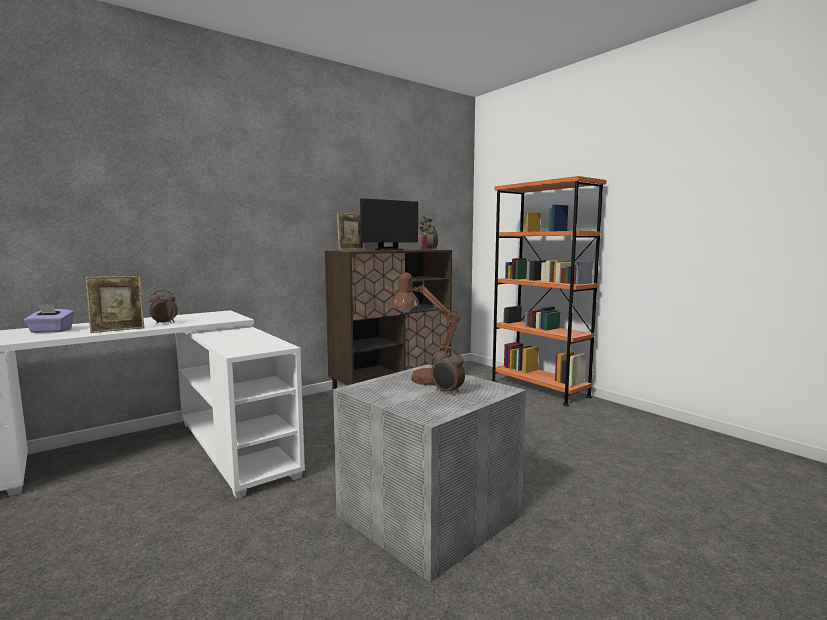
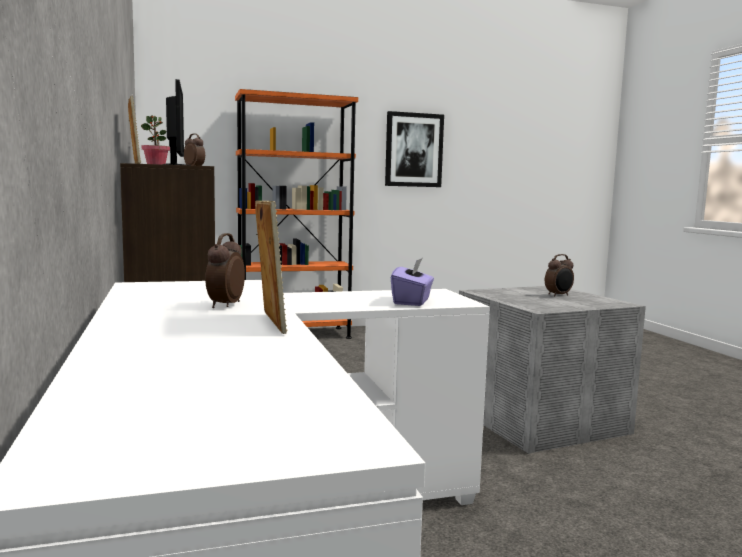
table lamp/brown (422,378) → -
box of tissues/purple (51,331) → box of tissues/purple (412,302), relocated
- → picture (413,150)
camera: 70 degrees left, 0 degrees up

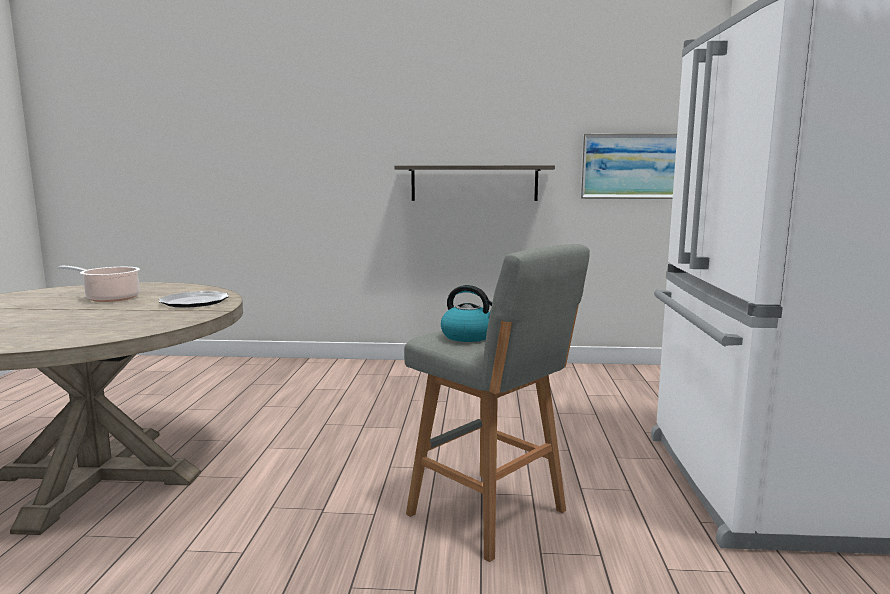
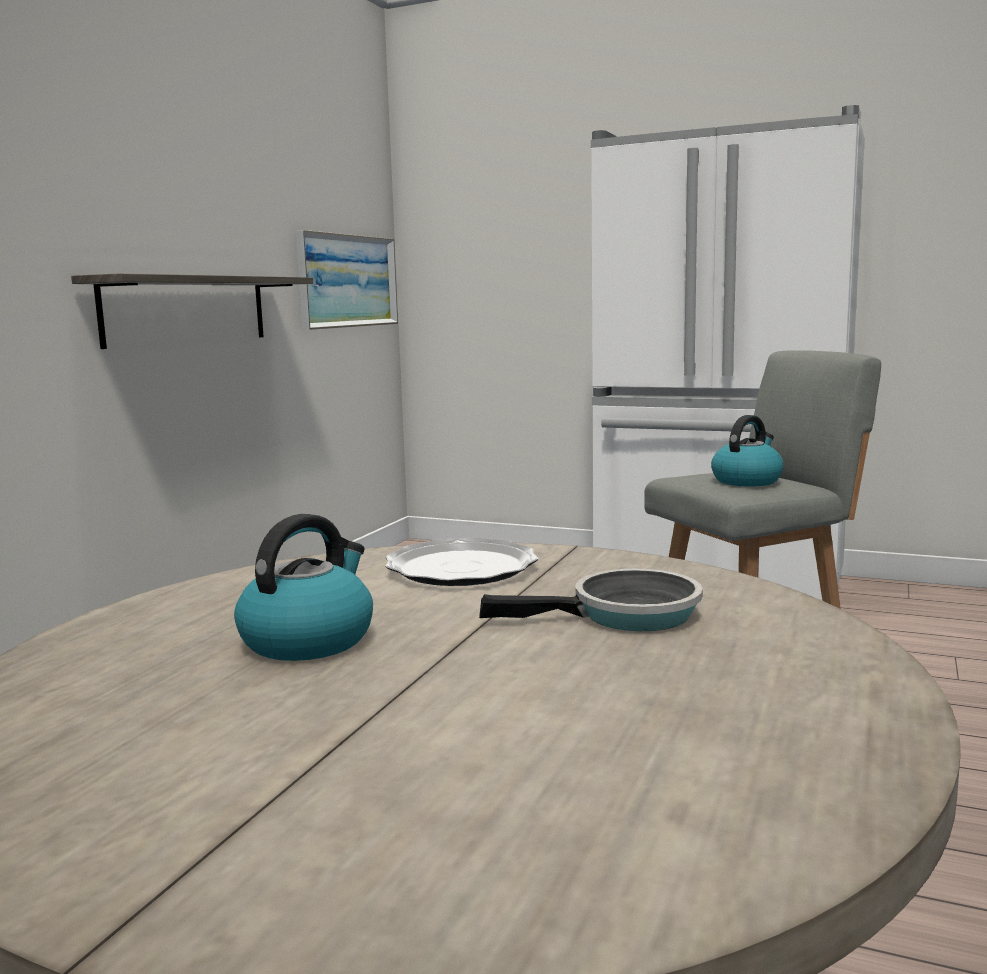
saucepot (110,298) → kettle (308,640)
- → skillet (625,615)
camera: 70 degrees left, 0 degrees up

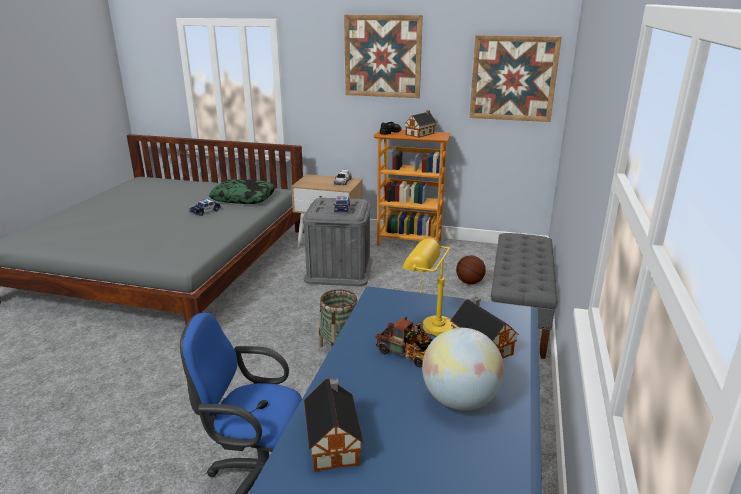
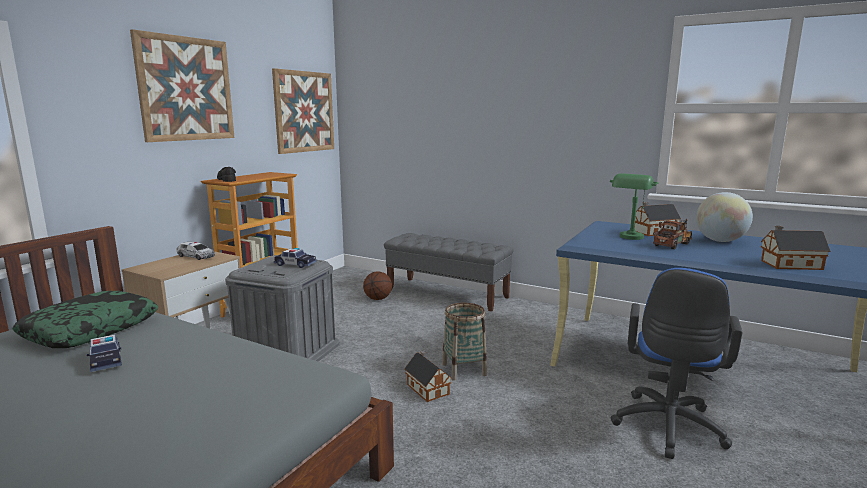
toy house (421,134) → toy house (427,388), relocated
table lamp/yellow-coloured (427,325) → table lamp/greenish (629,238)
camera: 75 degrees left, 10 degrees down

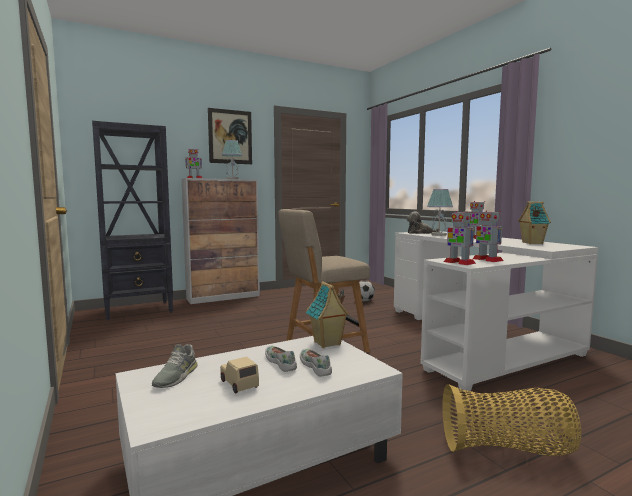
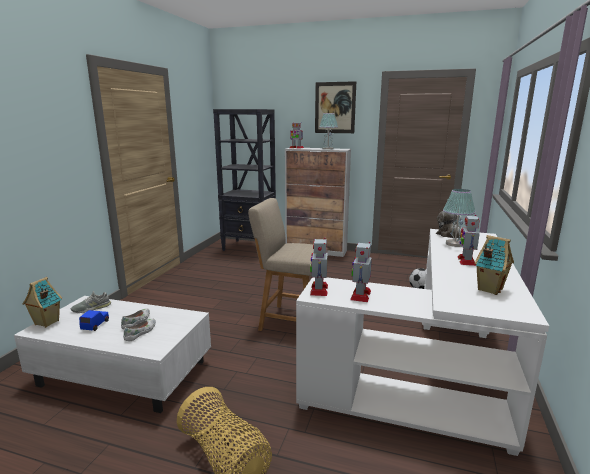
toy house (327,344) → toy house (46,323), relocated
toy car/sand-coloured (239,384) → toy car/bluish (95,325)
camera: 45 degrees right, 10 degrees up

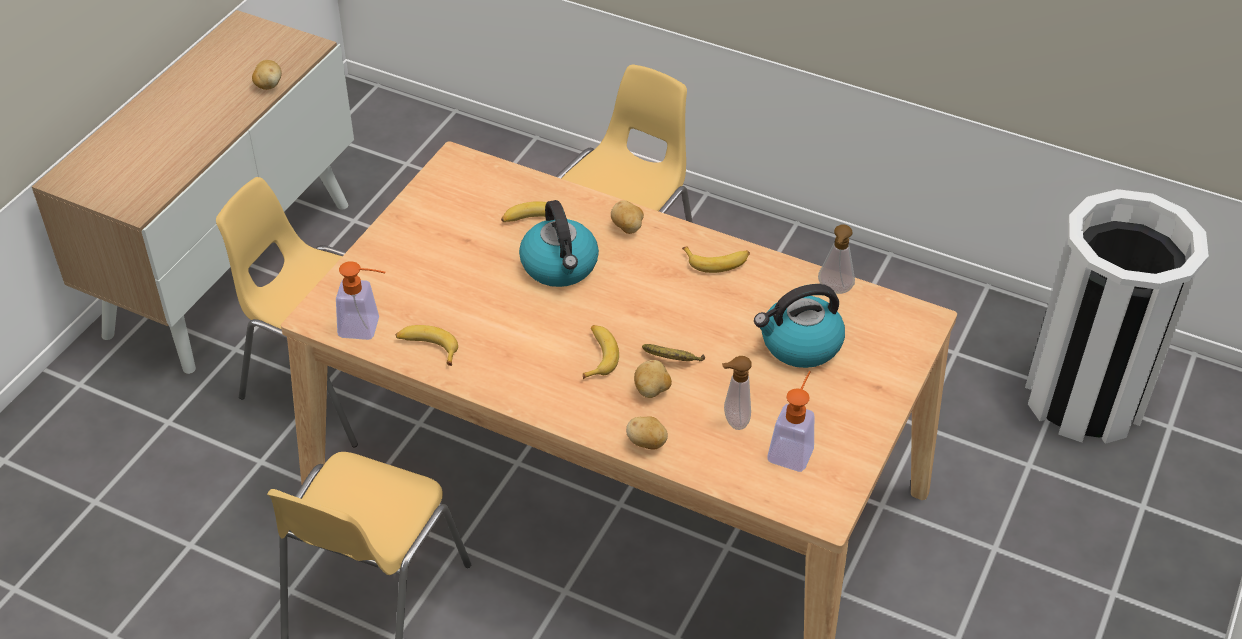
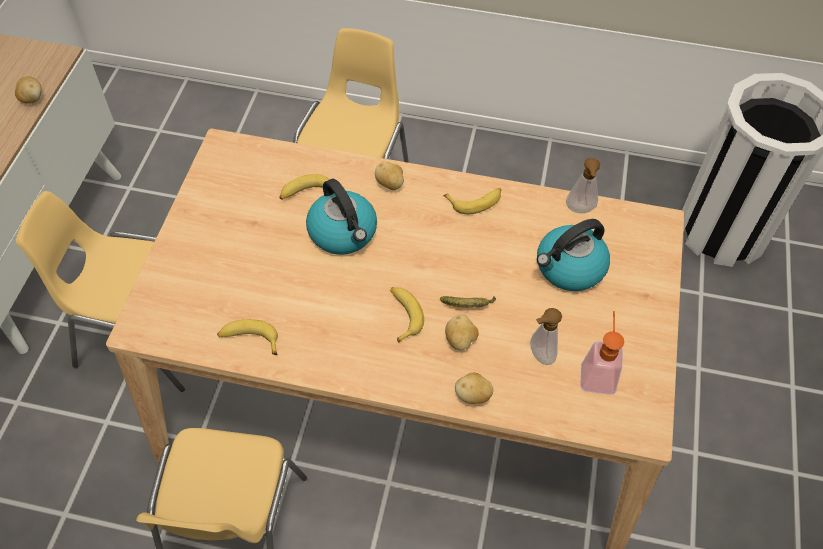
liquid soap bottle (367,328) → -
camera: 15 degrees left, 10 degrees up

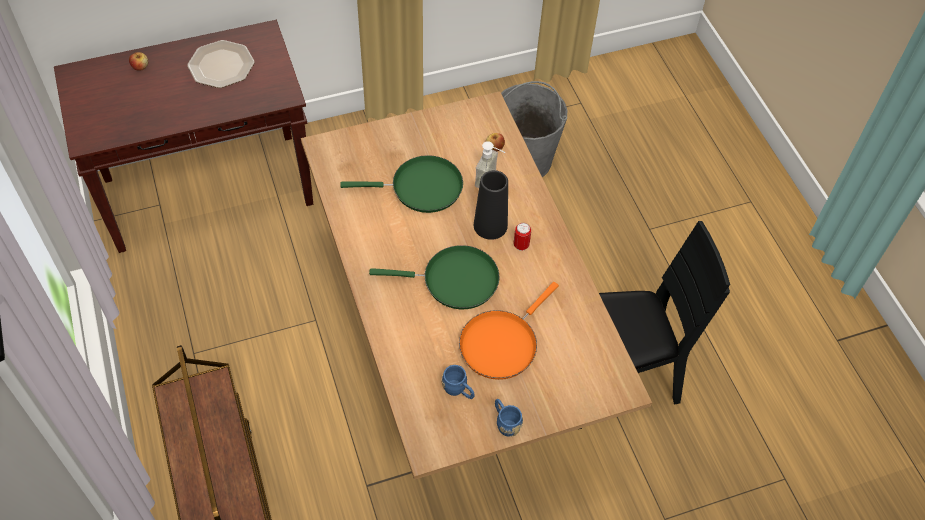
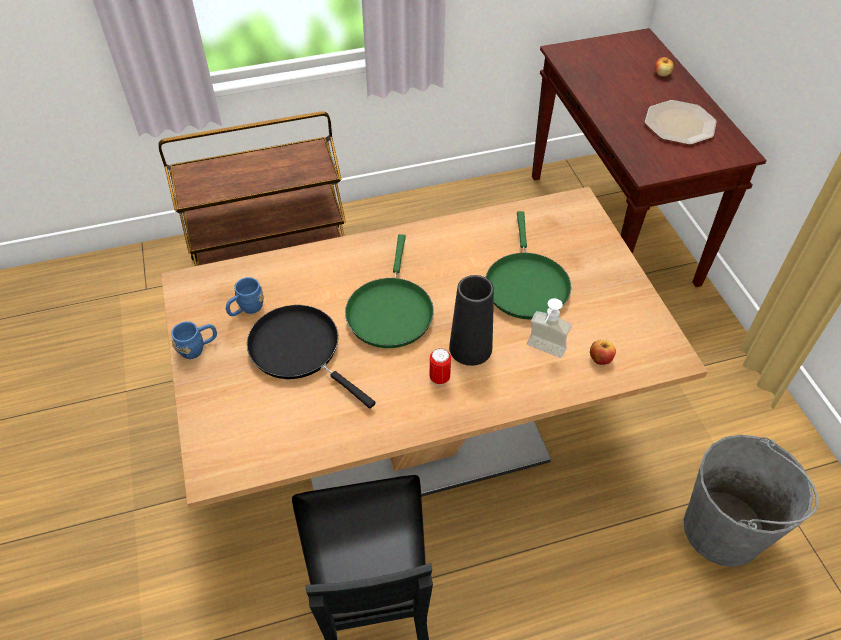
skillet/orange (501,343) → skillet/blackish (299,350)
camera: 95 degrees right, 5 degrees down

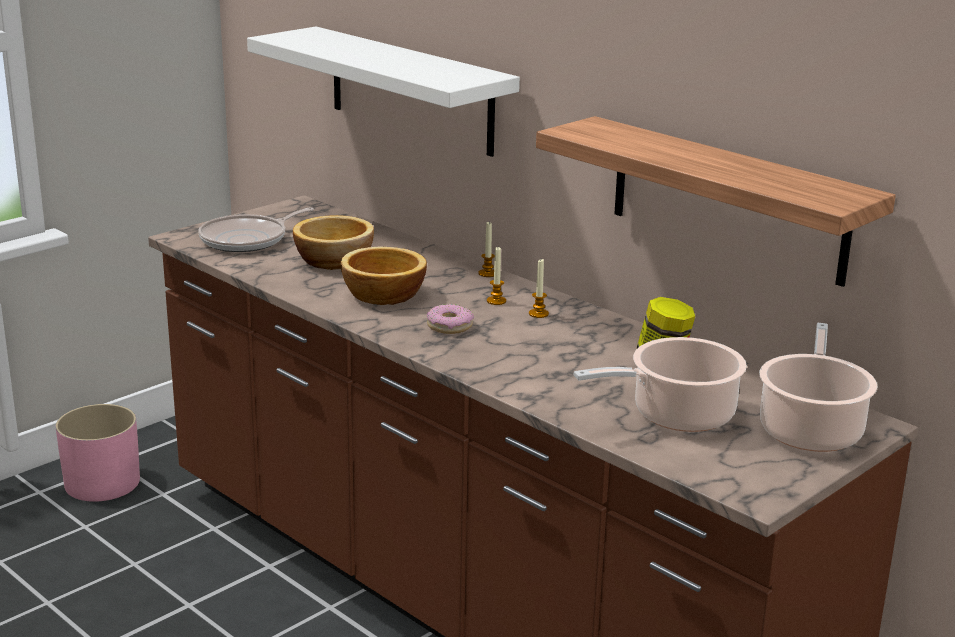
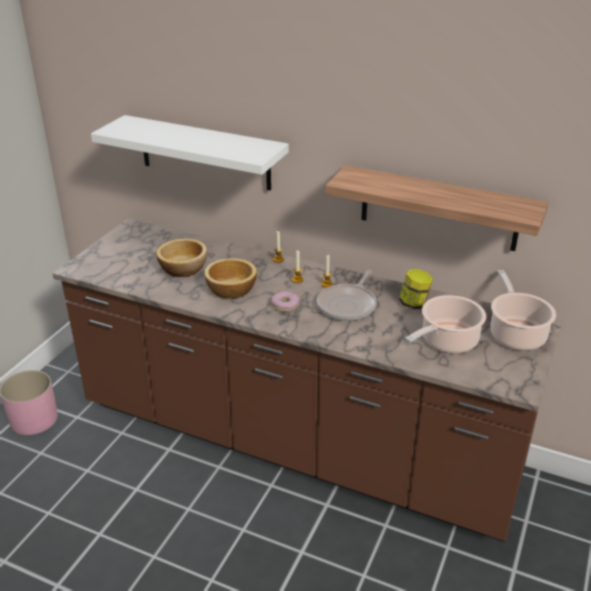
skillet (248,239) → skillet (348,305), relocated
camera: 20 degrees left, 10 degrees up

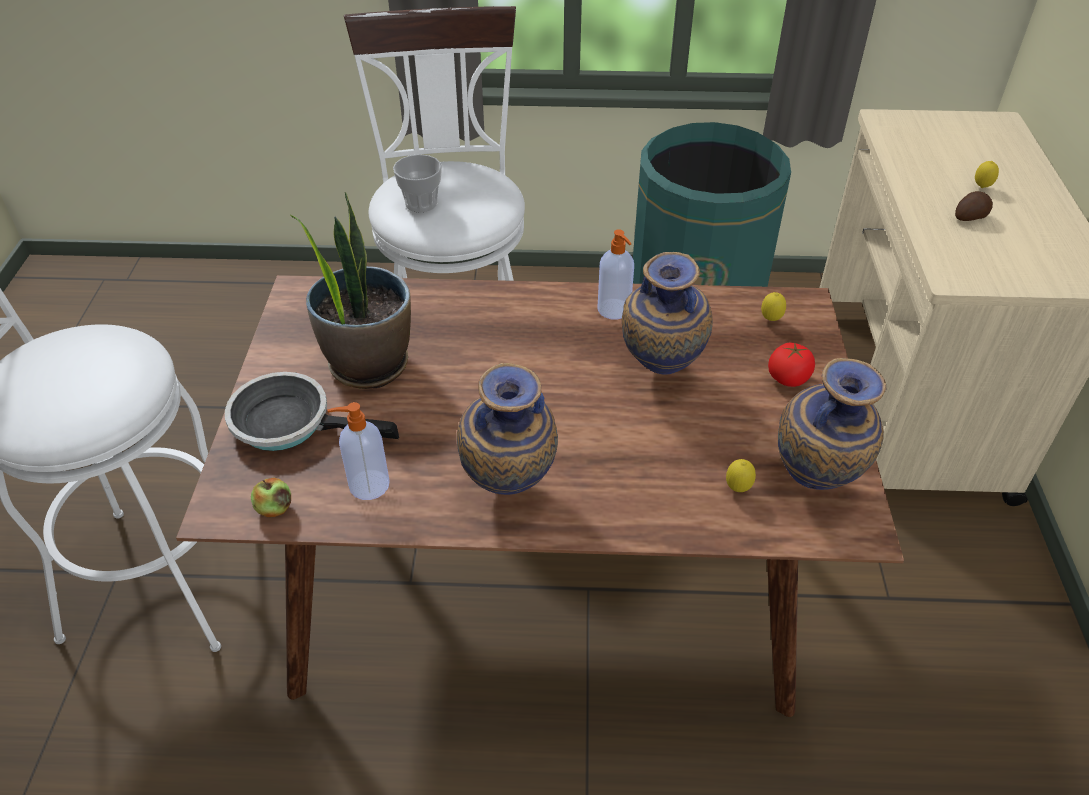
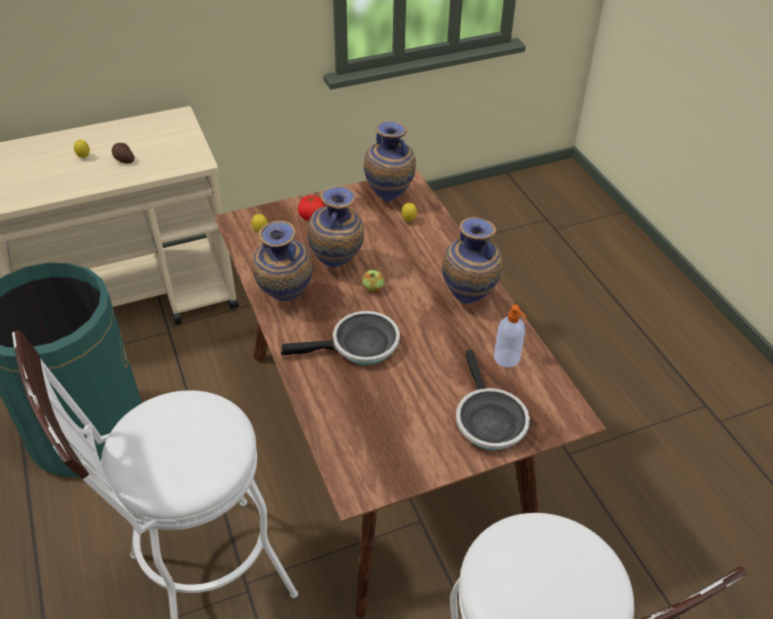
drinking cup (421,203) → -
potted plant (368,364) → -
liquid soap bottle (614,310) → vase (284,300)
apple (274,508) → apple (373,288), relocated
- → skillet (359,346)
camera: 115 degrees left, 0 degrees up

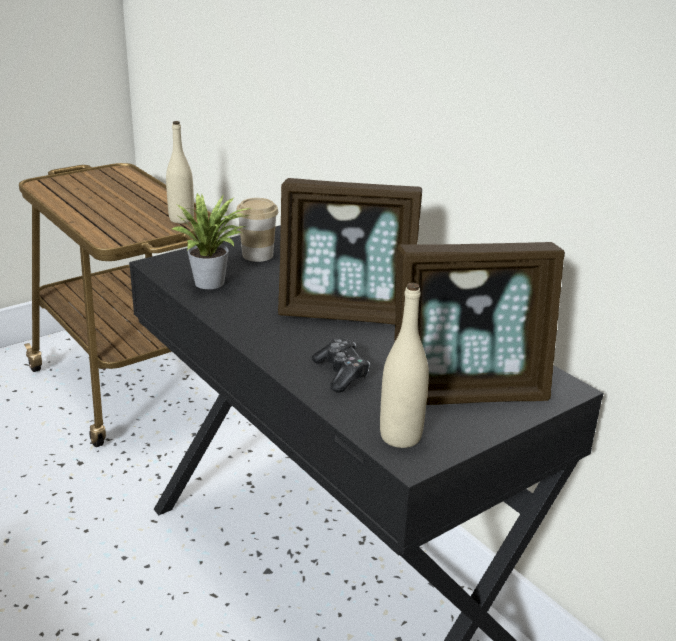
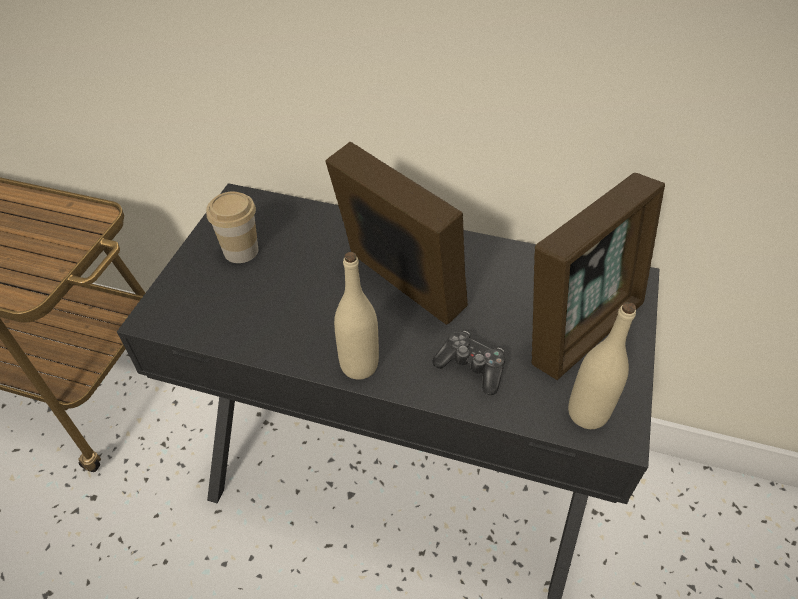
drink bottle/sand-coloured (181,219) → drink bottle/sand-coloured (359,365), relocated
photo frame (347,313) → photo frame (399,286), 105 degrees counterclockwise
potted plant (213,283) → -
camera: 35 degrees left, 20 degrees up

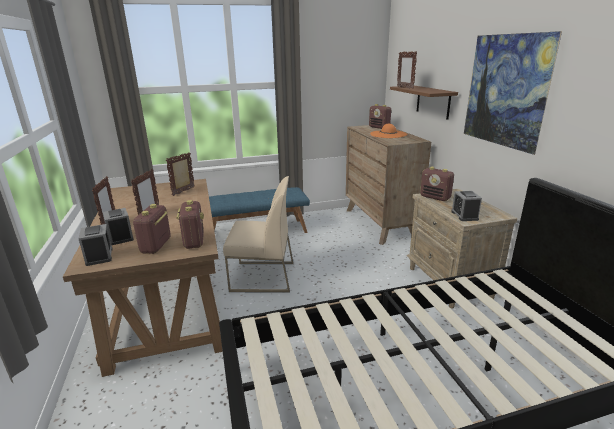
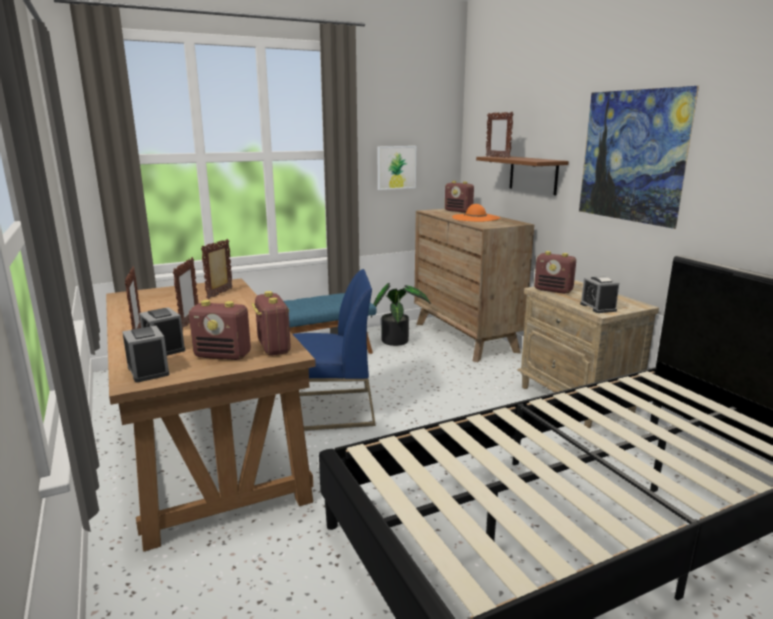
upright chair/sand-coloured (262,277) → upright chair/bluish (330,410)
radio (156,246) → radio (223,355), 75 degrees counterclockwise
- → picture (396,167)
- → potted plant (397,340)
camera: 10 degrees left, 5 degrees down

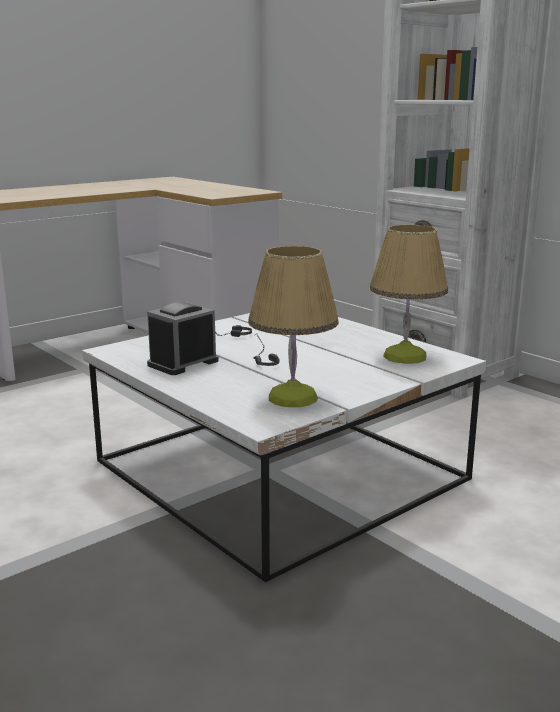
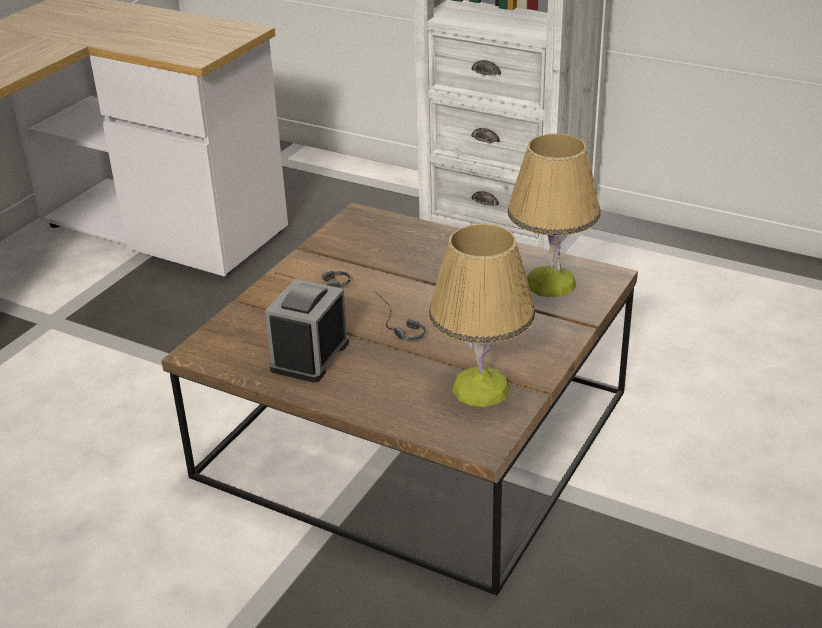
coffee table/whitish (279,471) → coffee table/brown (416,436)
camera: 20 degrees left, 15 degrees up

